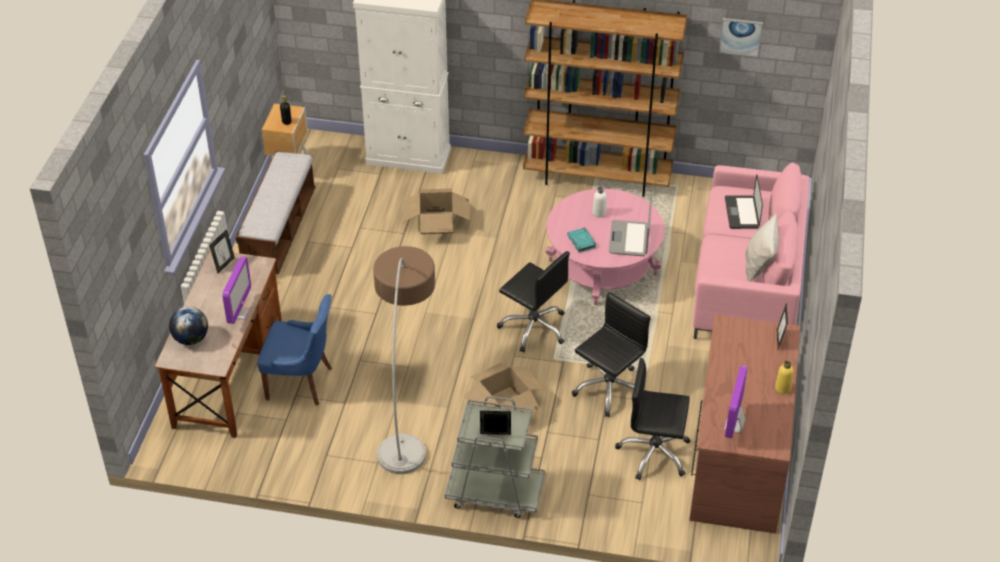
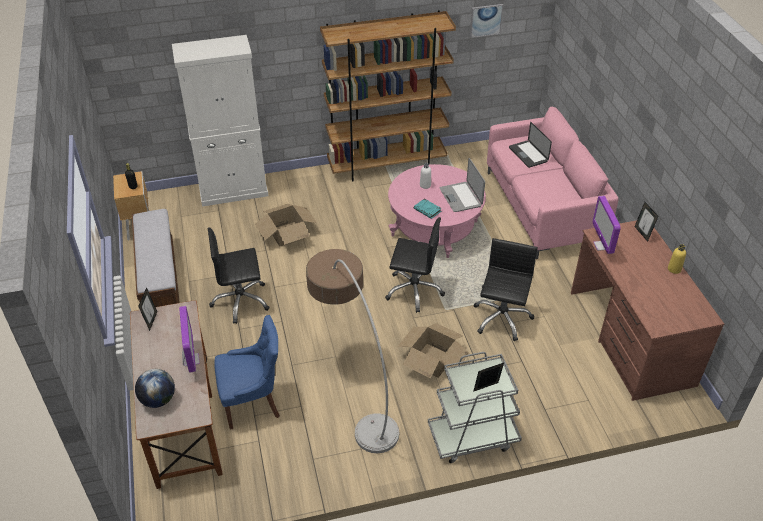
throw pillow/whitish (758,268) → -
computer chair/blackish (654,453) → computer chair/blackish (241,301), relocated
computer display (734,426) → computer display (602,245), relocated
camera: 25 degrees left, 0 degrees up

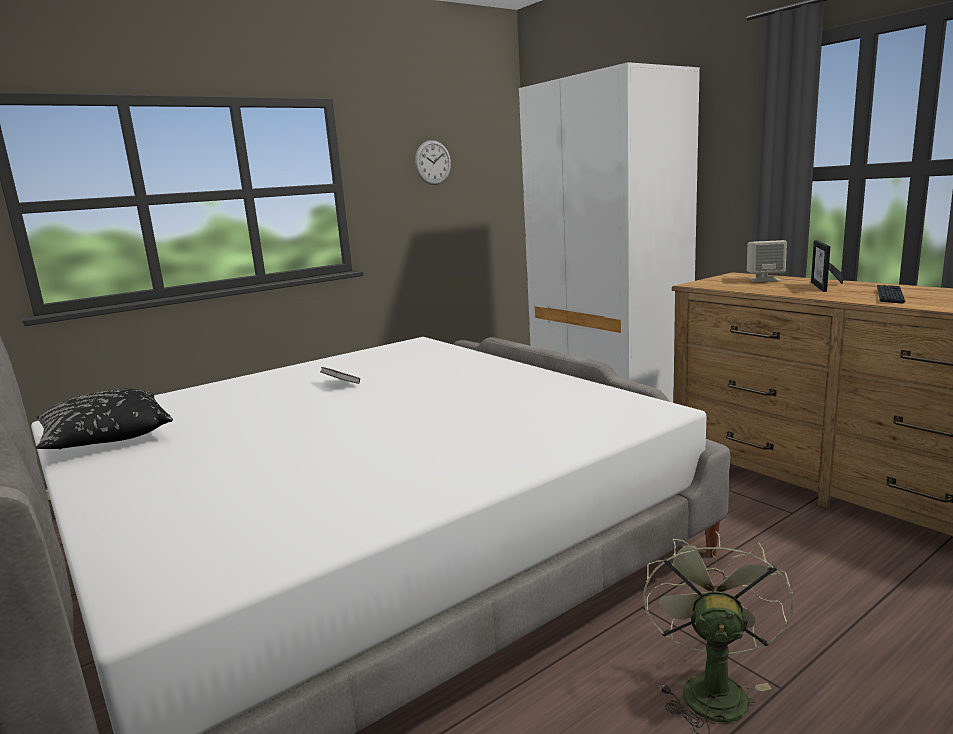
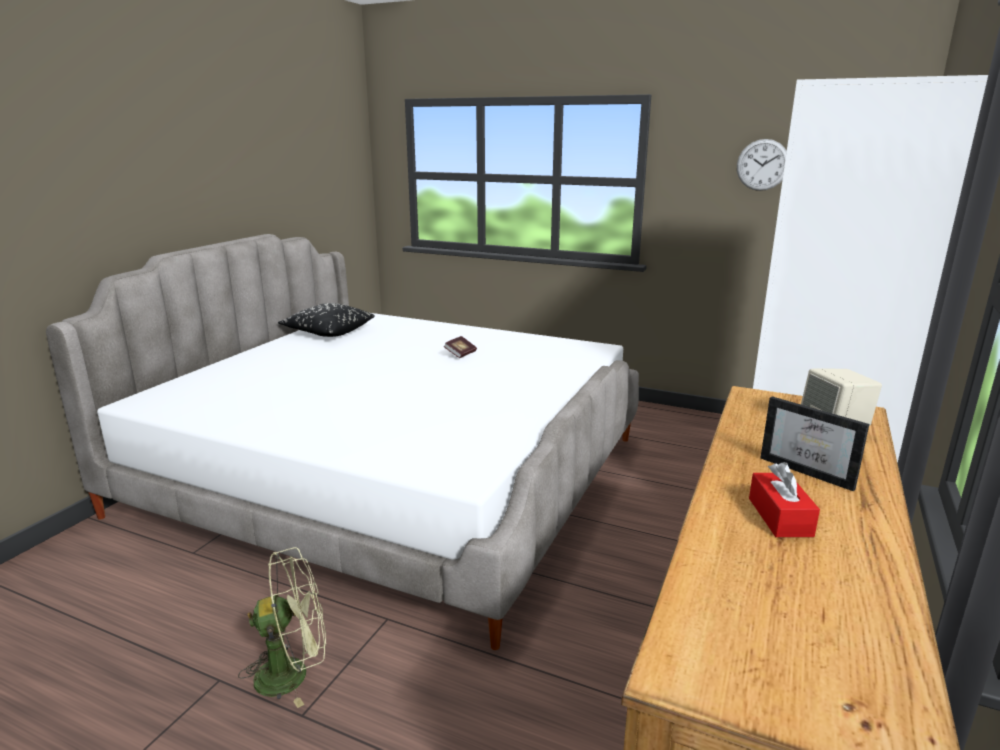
photo frame (825,287) → photo frame (811,471), 120 degrees counterclockwise
keyboard (889,295) → box of tissues/red (780,517)
camera: 60 degrees right, 5 degrees up

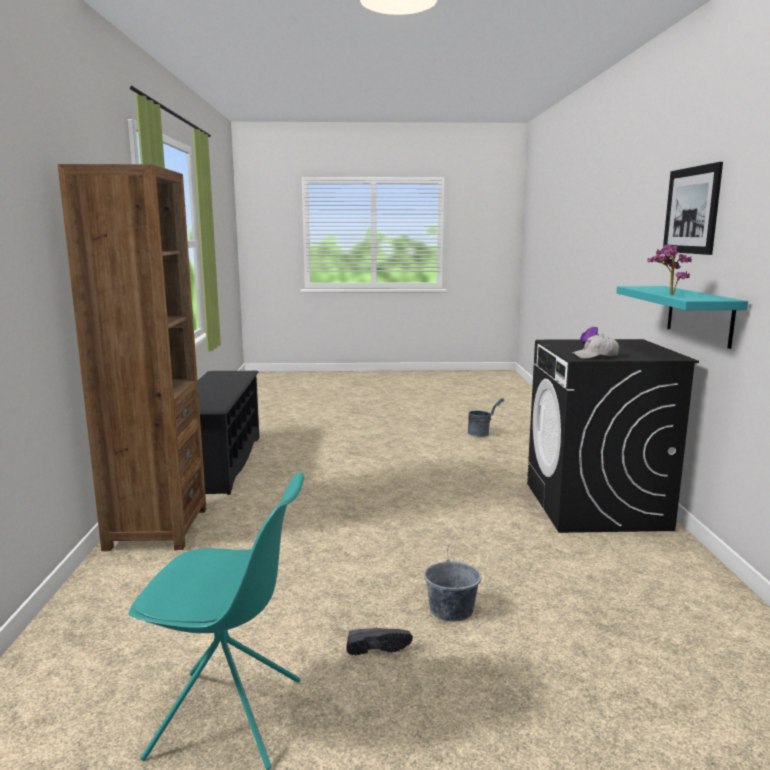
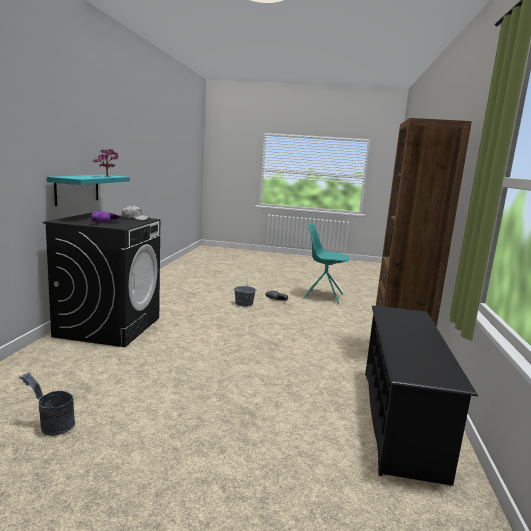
picture (691,210) → -
camera: 170 degrees left, 0 degrees up

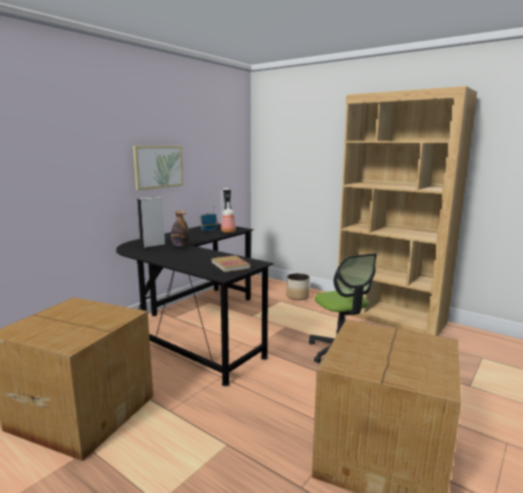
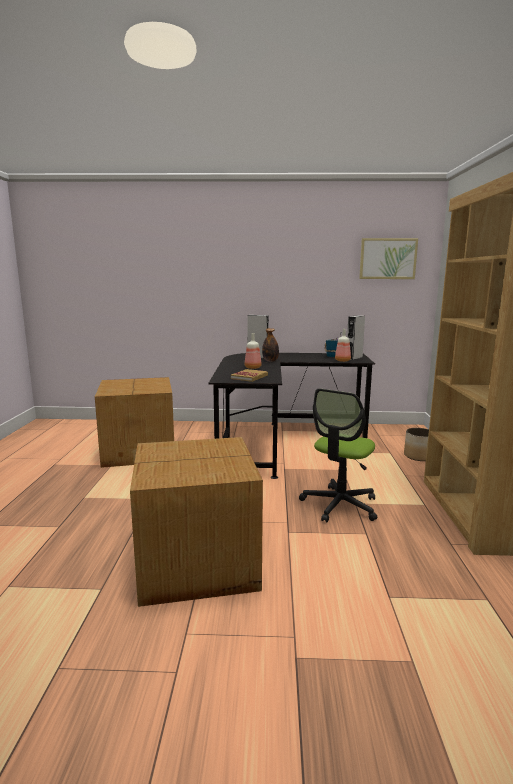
picture (158,166) → picture (388,258), relocated
- → drink bottle (253,367)
camera: 55 degrees right, 0 degrees up

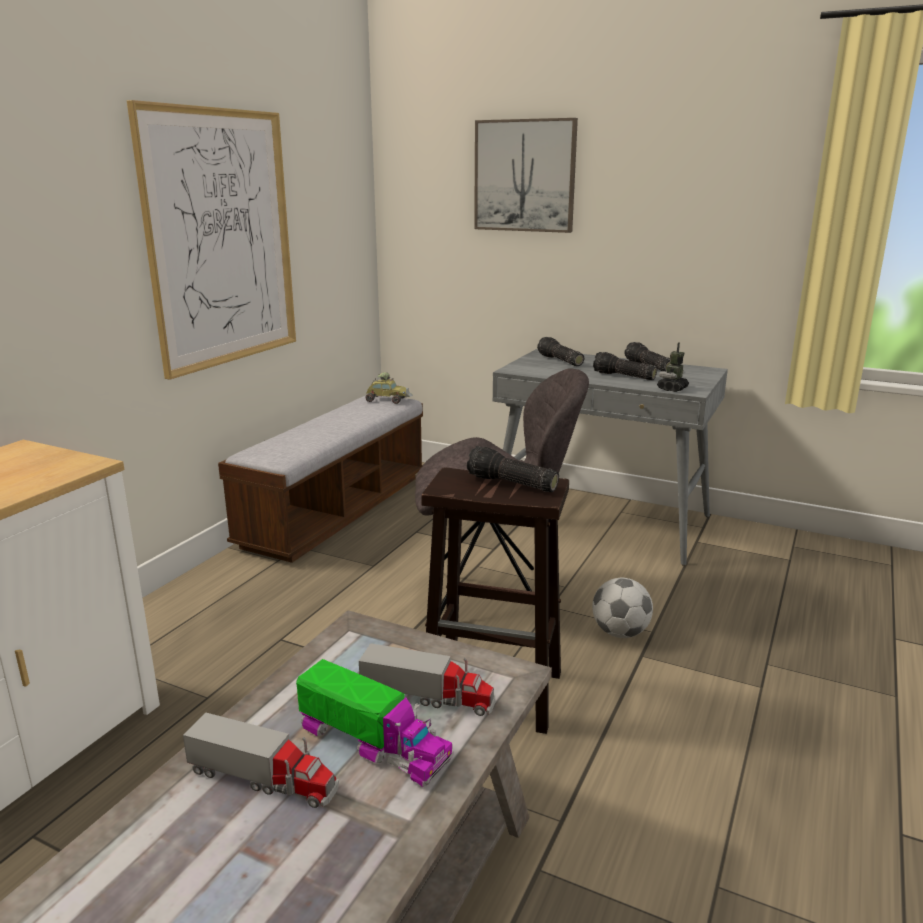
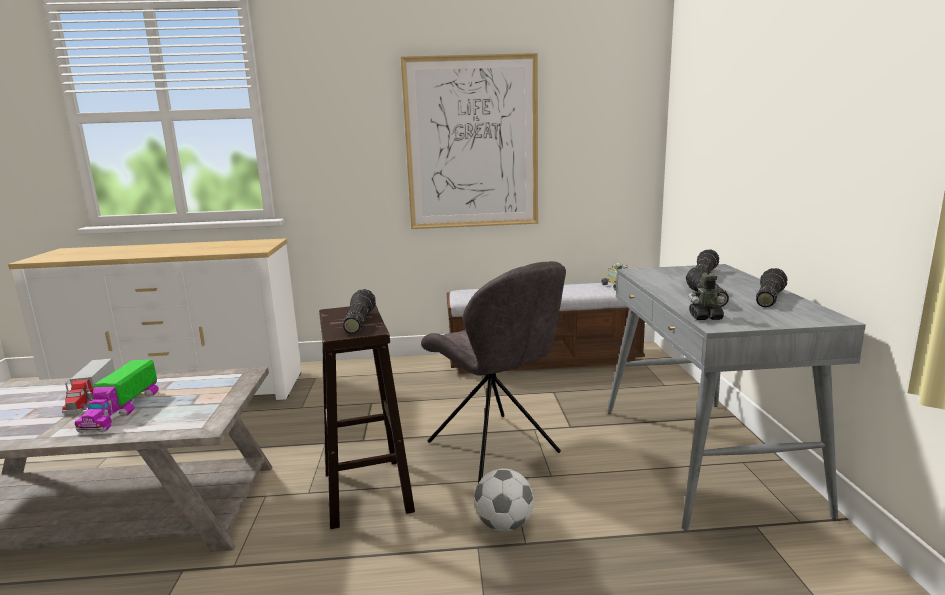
picture (525,176) → -
toy lorry (428,697) → -
camera: 60 degrees right, 5 degrees down

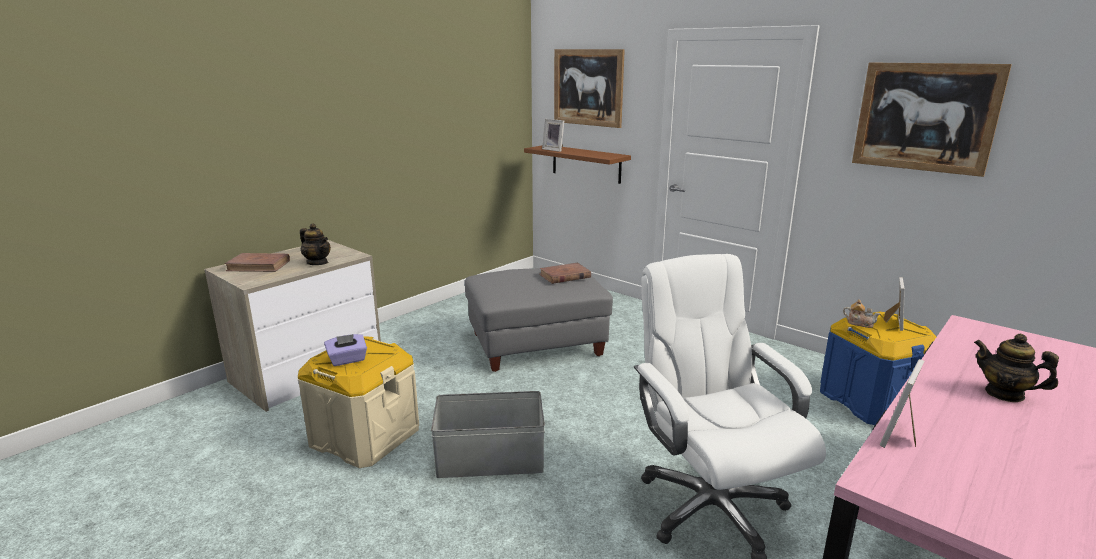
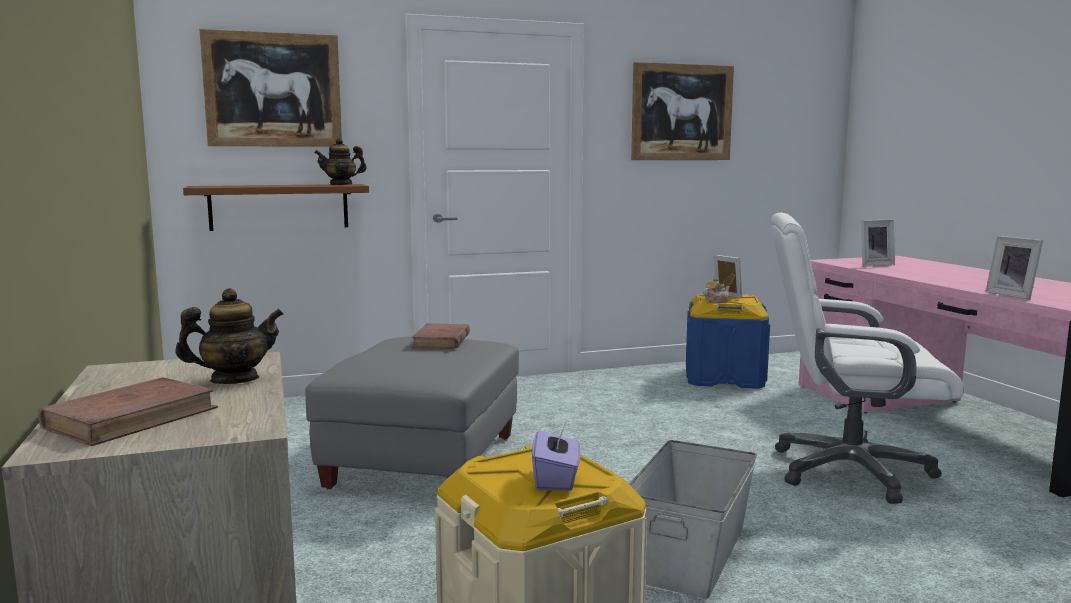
photo frame (554,150) → photo frame (873,265), relocated
tea pot (1004,394) → tea pot (341,184), relocated
camera: 60 degrees left, 10 degrees down

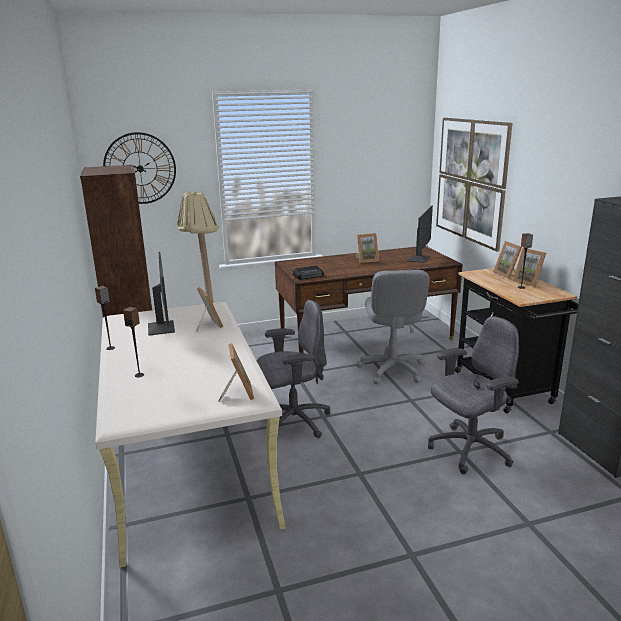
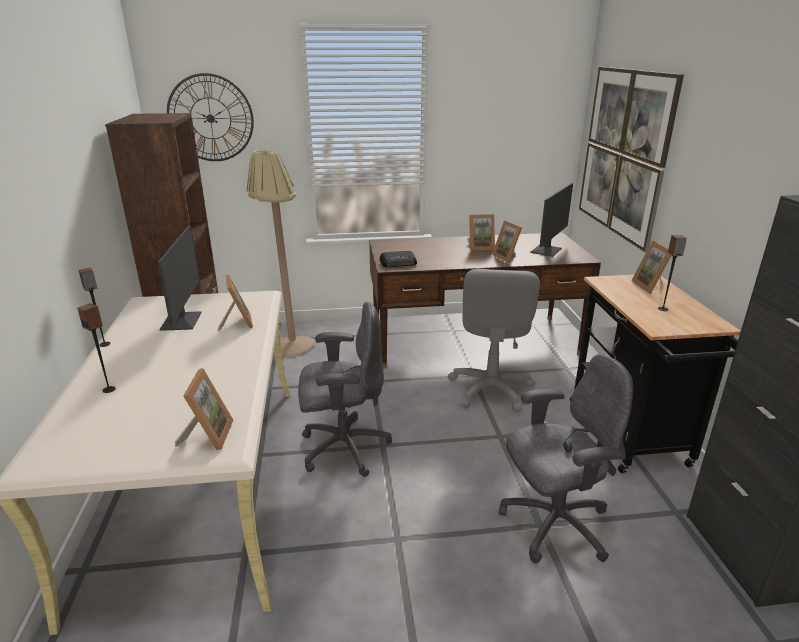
photo frame (529,282) → photo frame (508,257), relocated
camera: 10 degrees right, 5 degrees up

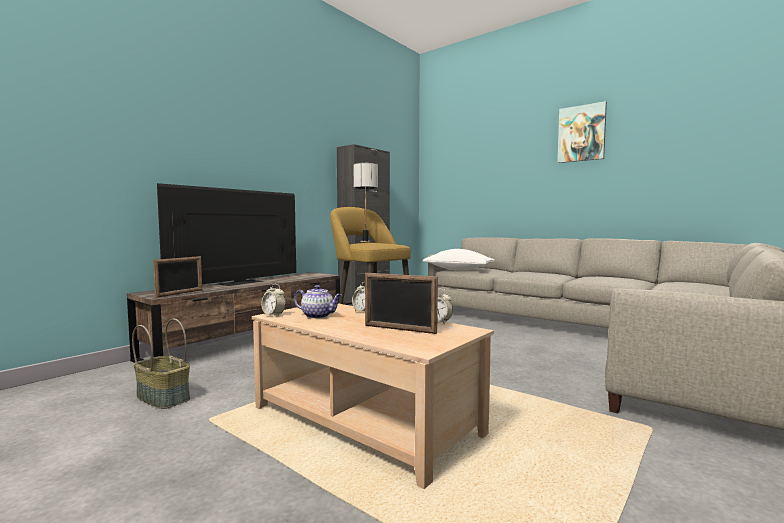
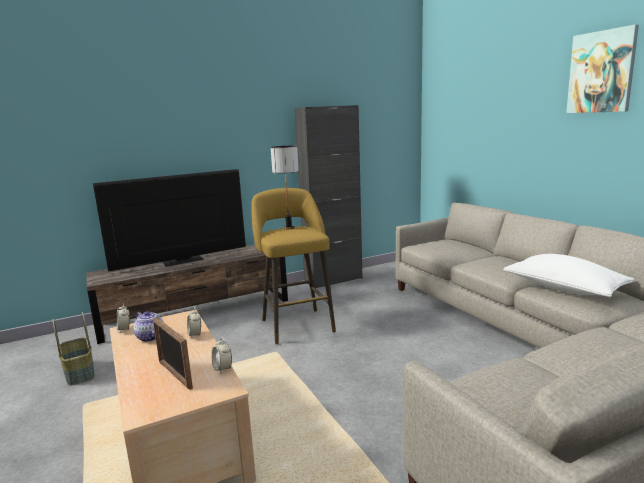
throw pillow/whitish (458,270) → throw pillow/whitish (564,289), relocated
photo frame (180,293) → -
camera: 25 degrees right, 10 degrees up

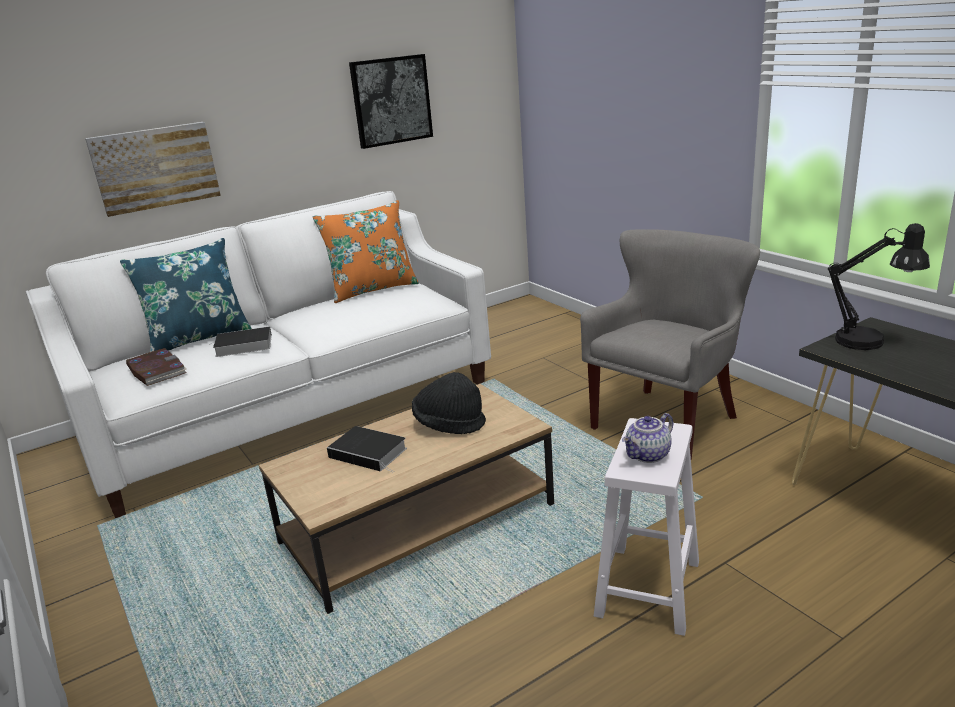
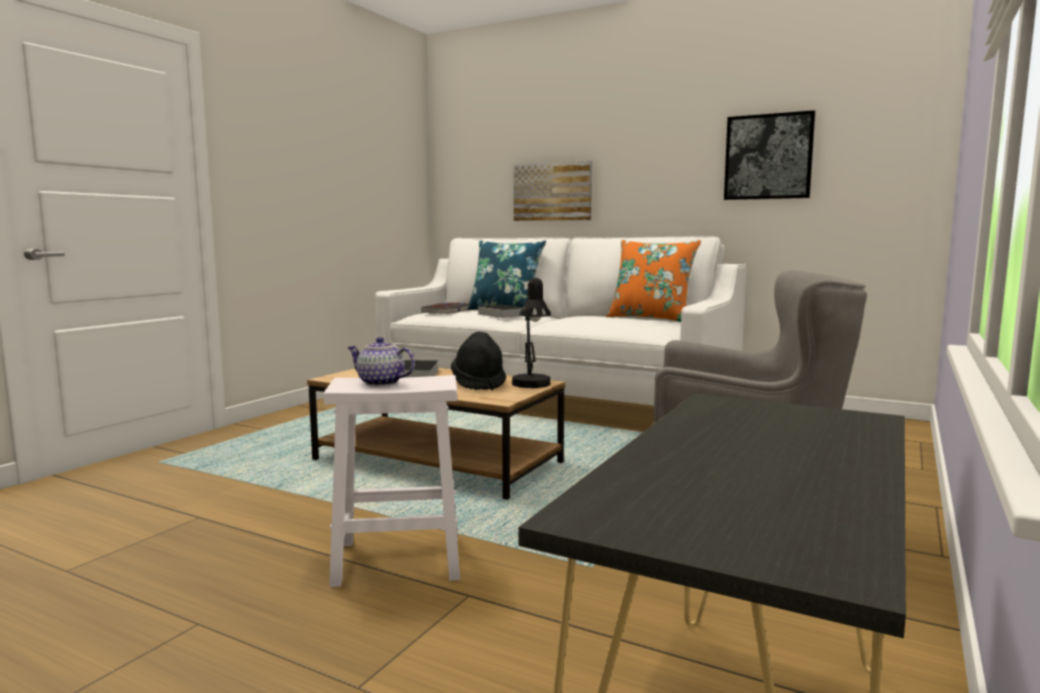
table lamp/blackish (870,342) → table lamp/blackish (532,385), relocated
camera: 60 degrees right, 15 degrees down

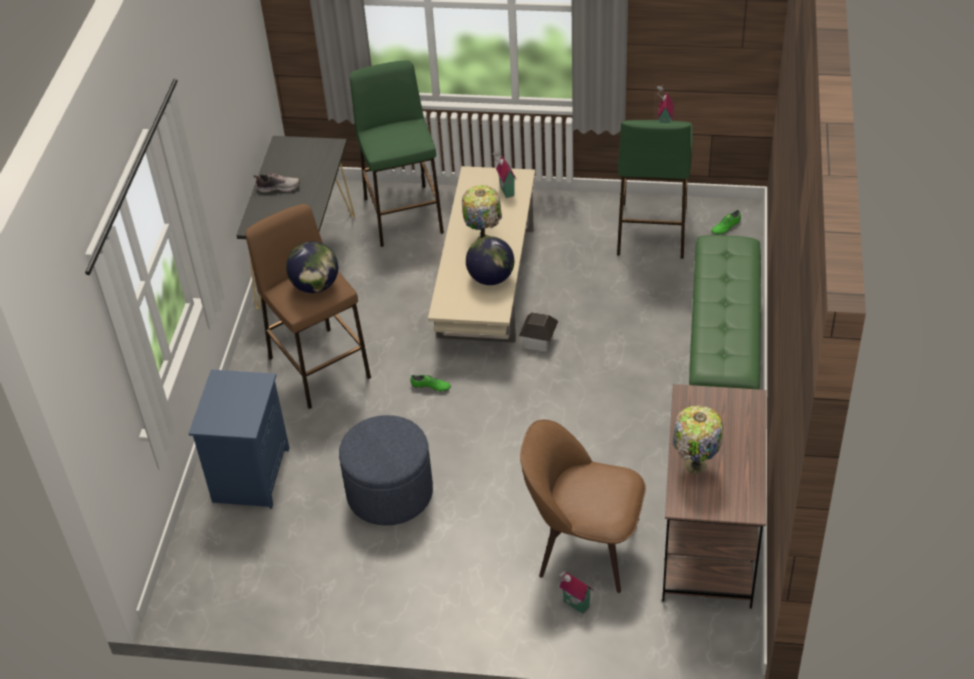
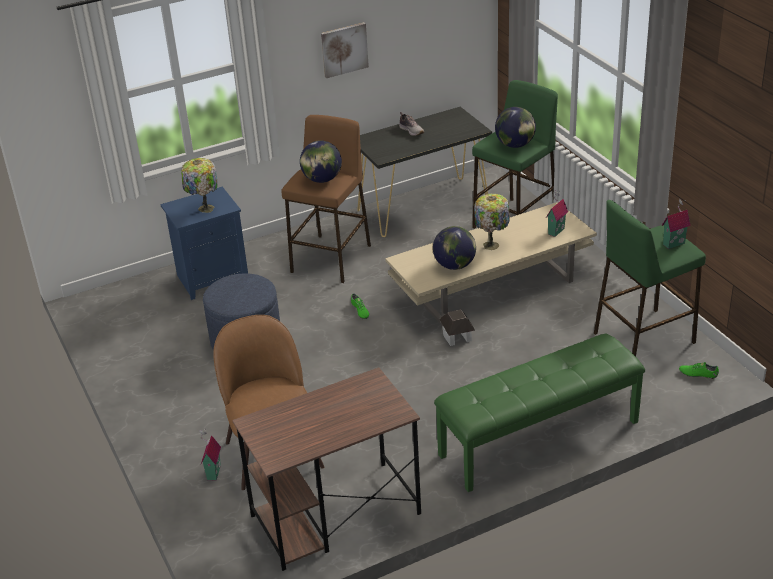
table lamp (694,467) → table lamp (204,209), relocated
- → picture (344,49)
- → world globe (515,145)
camera: 55 degrees right, 10 degrees down

